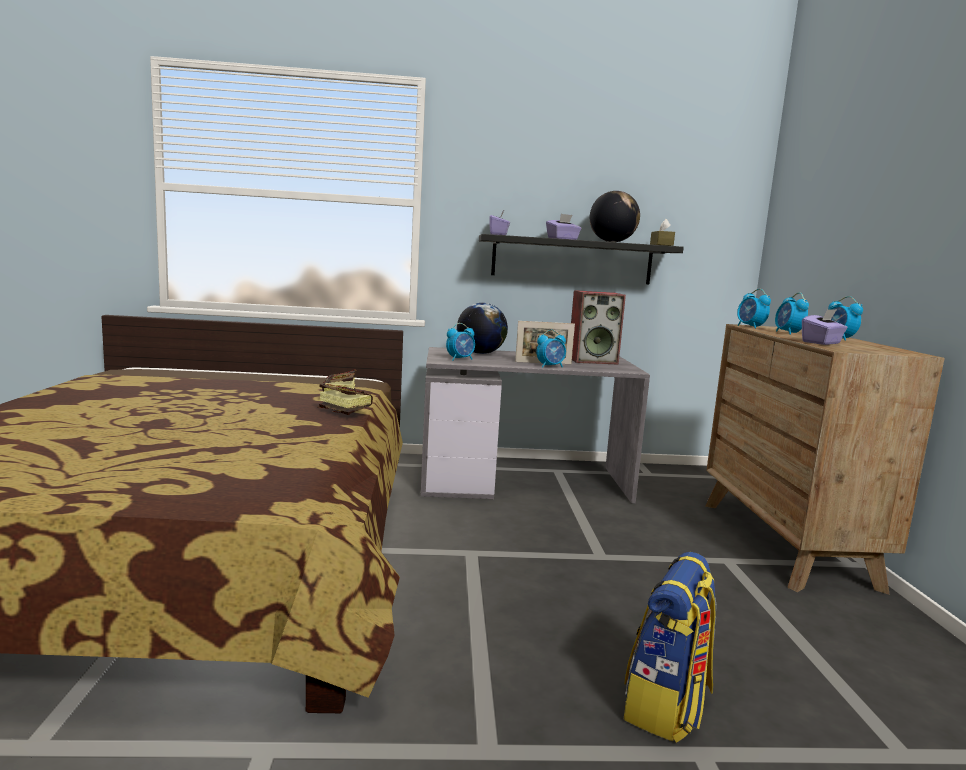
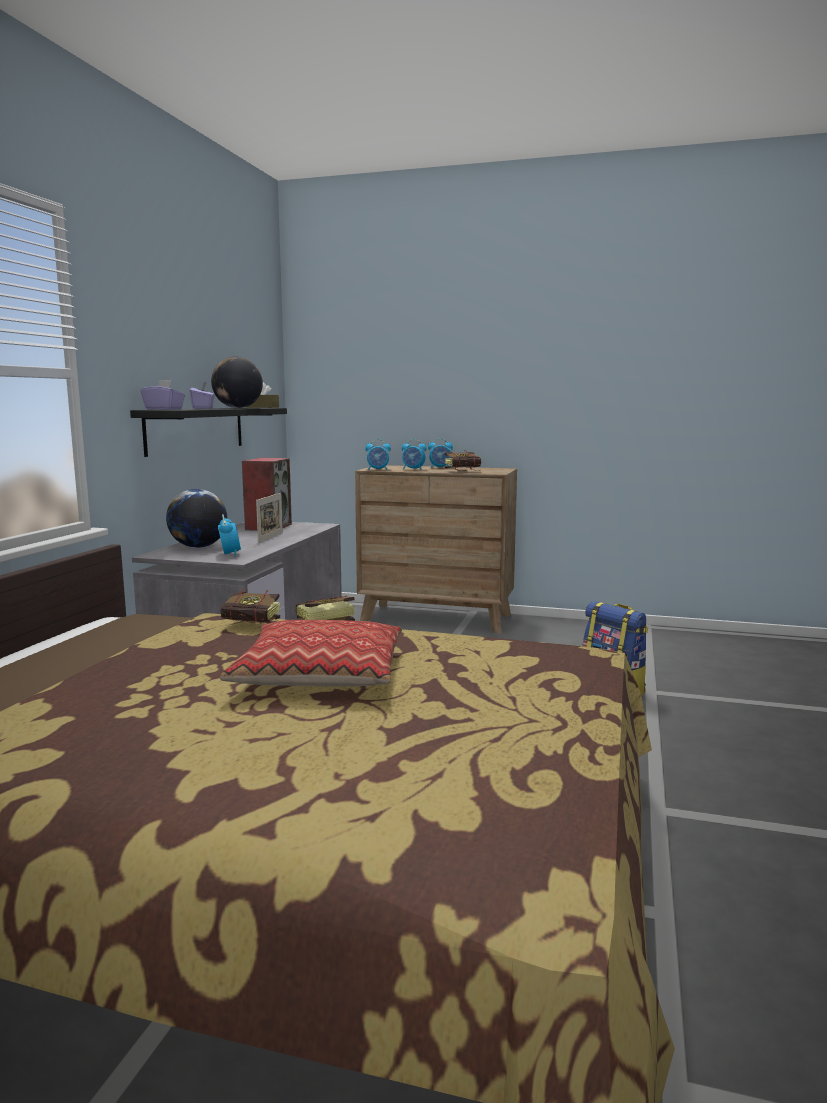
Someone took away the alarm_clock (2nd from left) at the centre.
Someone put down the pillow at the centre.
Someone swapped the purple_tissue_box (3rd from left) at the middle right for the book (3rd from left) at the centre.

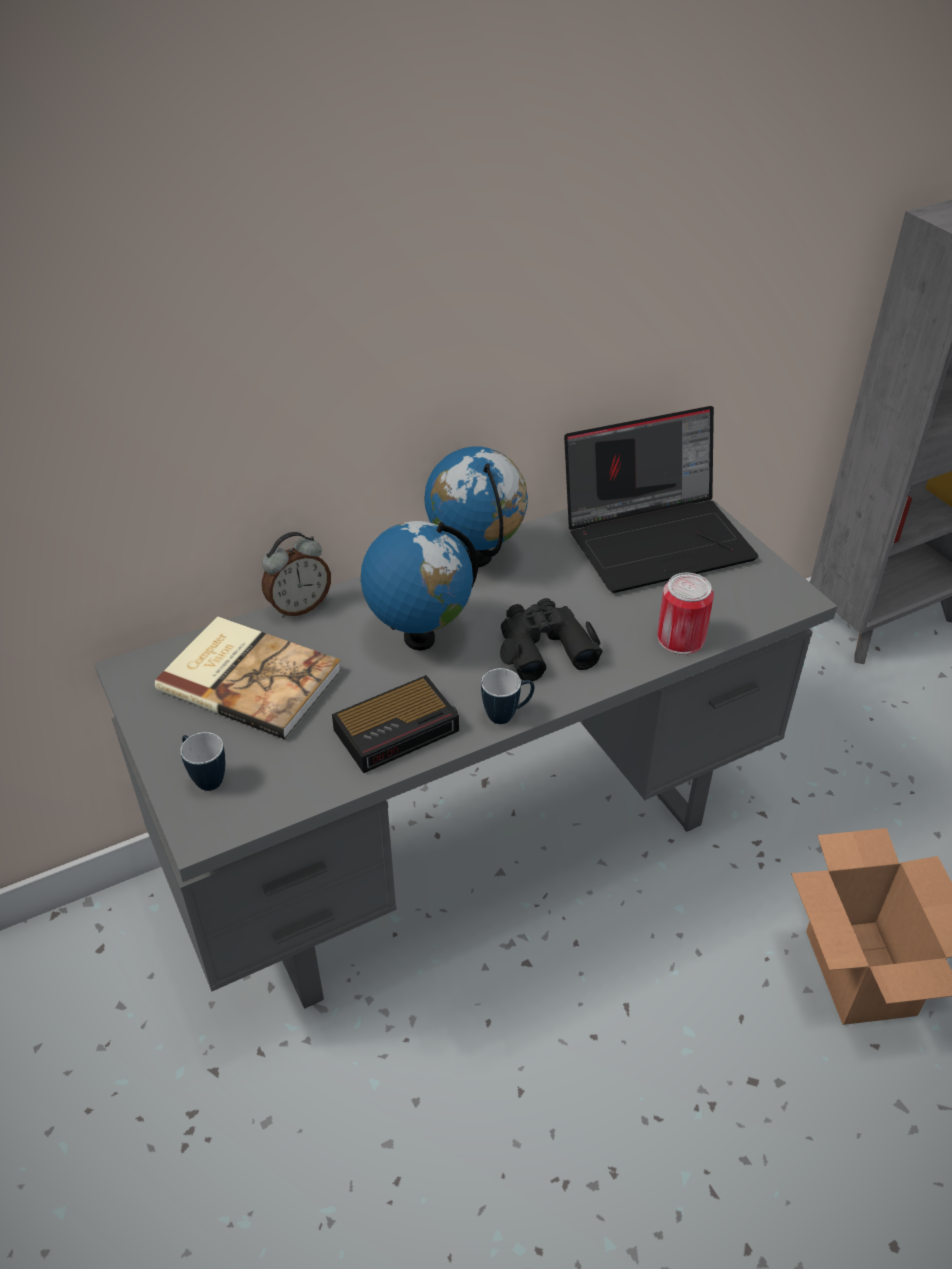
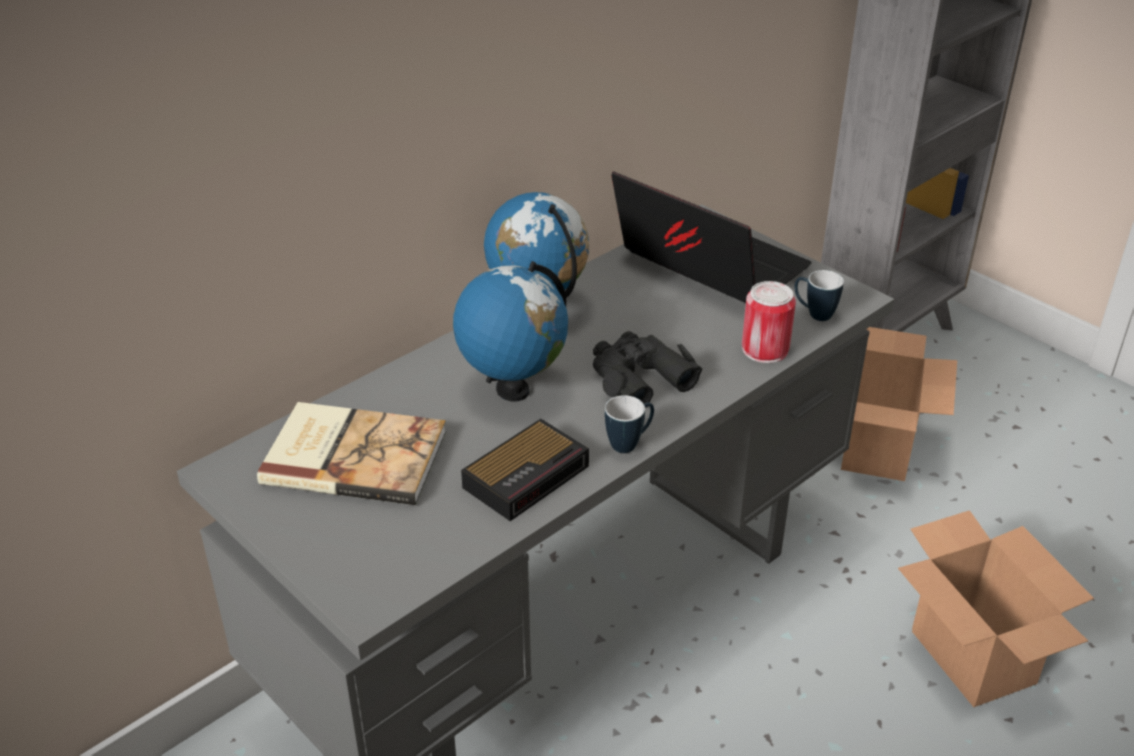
Someone took away the alarm_clock (1st from left) at the middle left.
Someone put down the cardboard_box (1st from left) at the middle right.
Someone carried the mug (1st from left in the first image) from the middle left to the middle right.
Someone rotated the laptop at the middle right by 105 degrees counterclockwise.

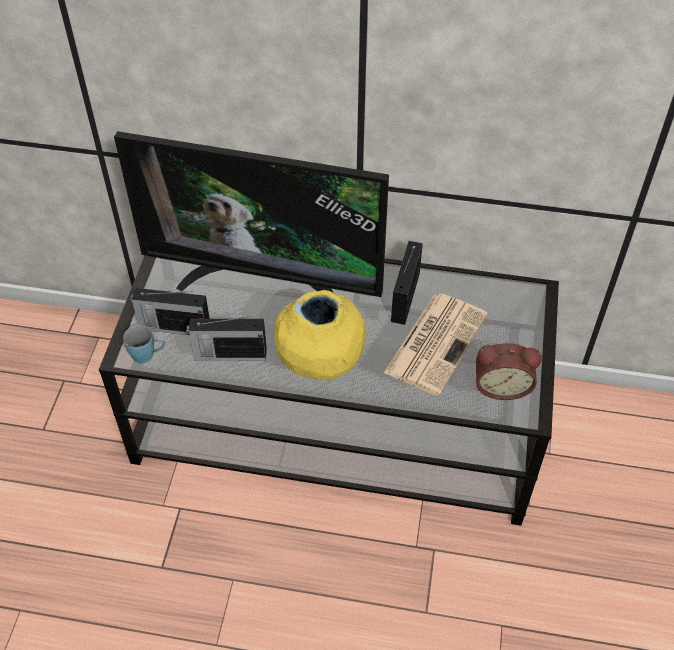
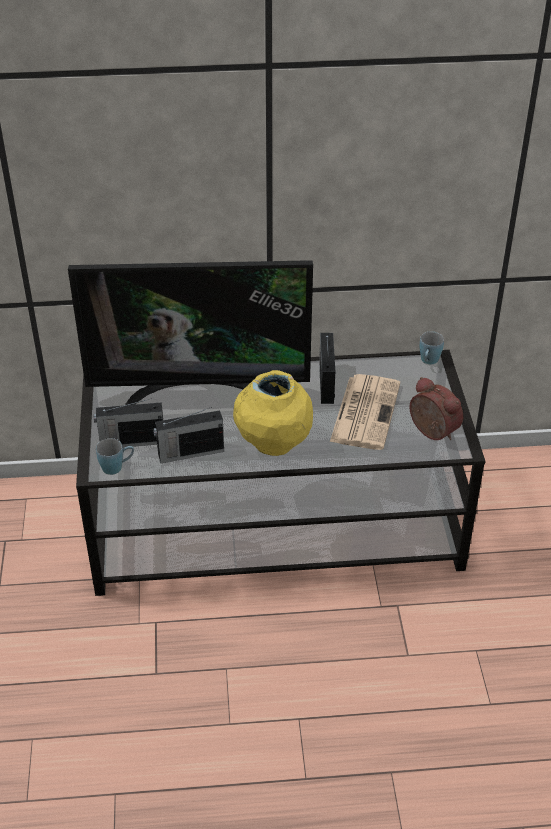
Someone put down the blue_mug (2nd from left) at the middle right.
Someone rotated the alarm_clock at the middle right by 120 degrees counterclockwise.

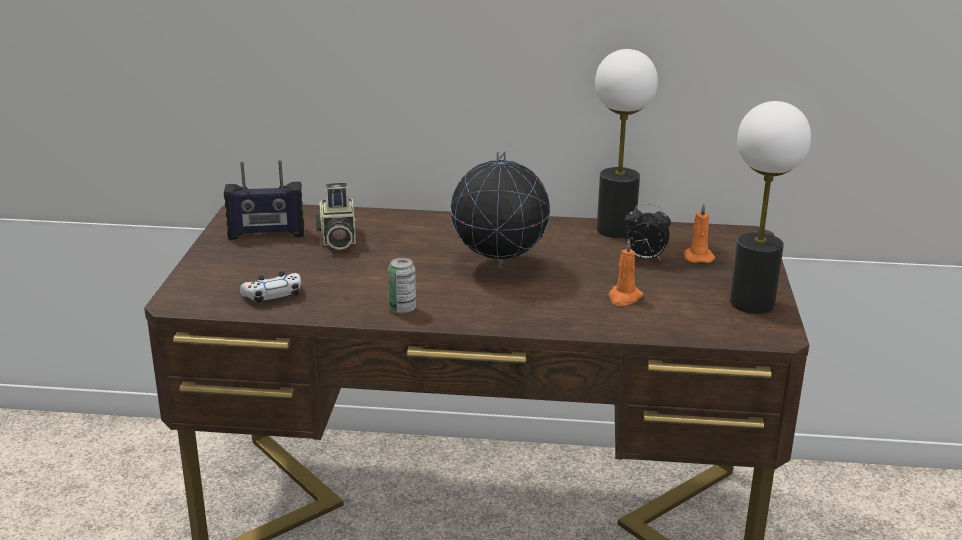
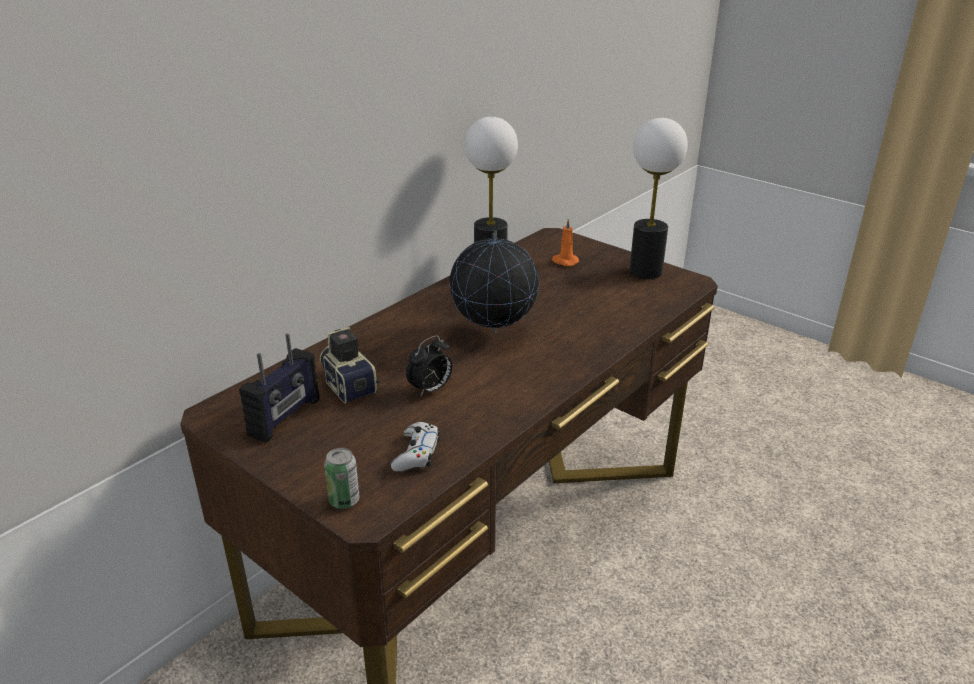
Someone took away the orange_candle (1st from left) at the centre.
Someone carried the can from the centre to the bottom centre.
Someone carried the alarm_clock from the middle right to the centre.
Someone rotated the photo_camera at the centre by 150 degrees counterclockwise.

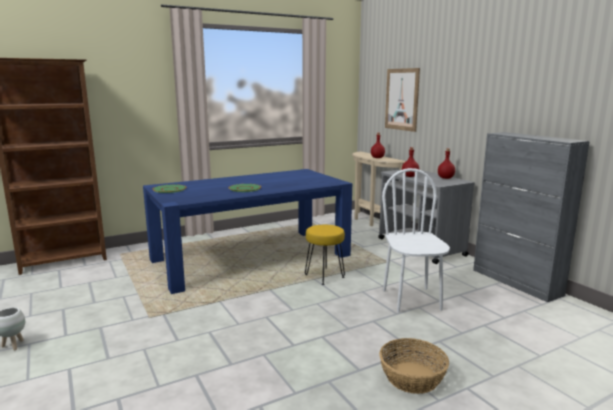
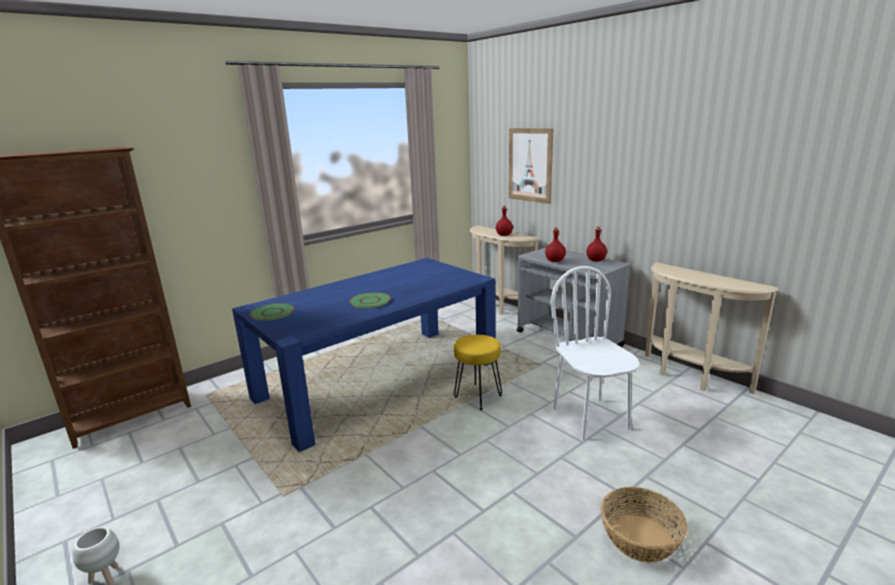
Someone swapped the grey_cabinet at the middle right for the beige_console_table (2nd from left) at the middle right.

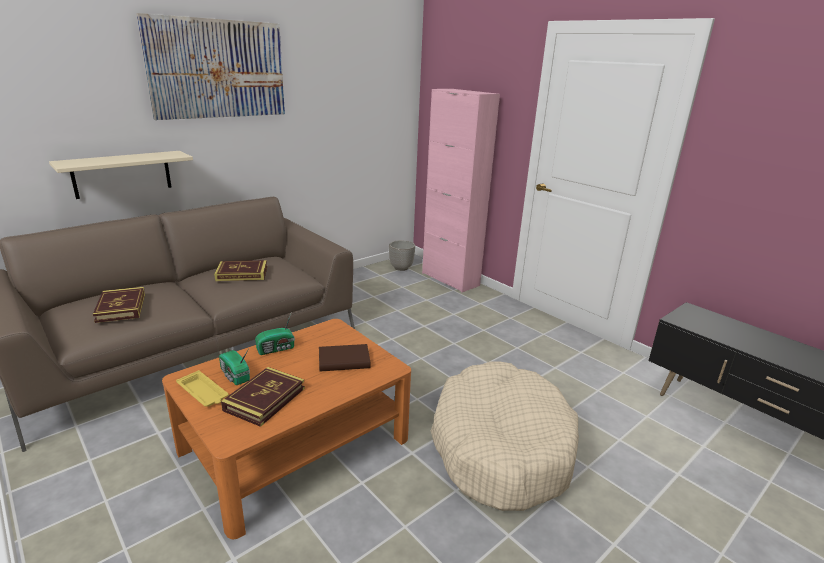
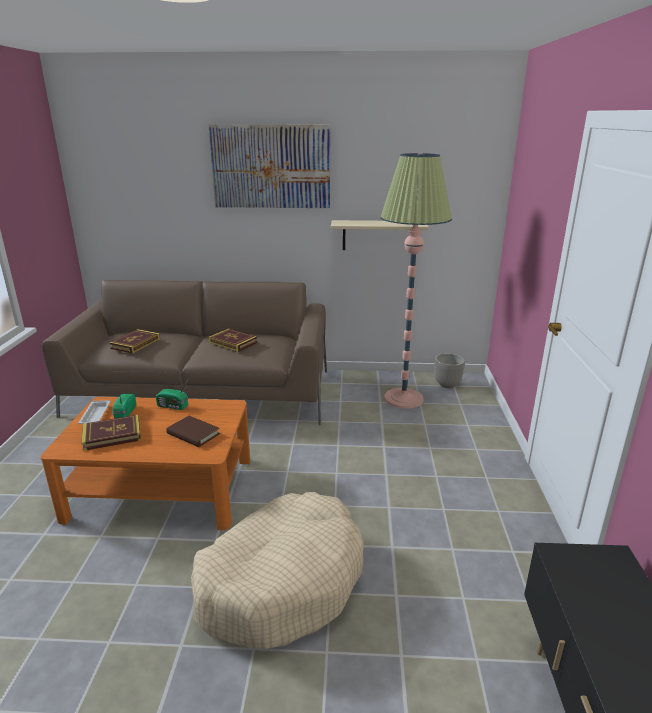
Someone took away the pink_cabinet at the centre.
Someone put down the floor_lamp at the centre.
Someone carried the beige_shelf from the top left to the top centre.
Someone repainted the yellow_tray at the bottom left, which became the white_tray at the middle left.

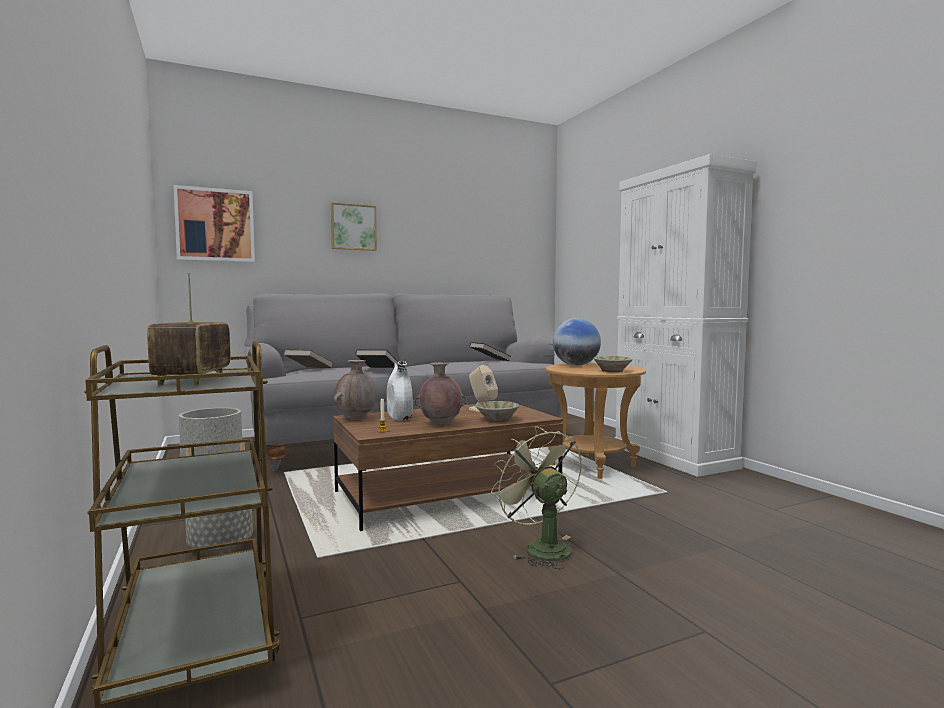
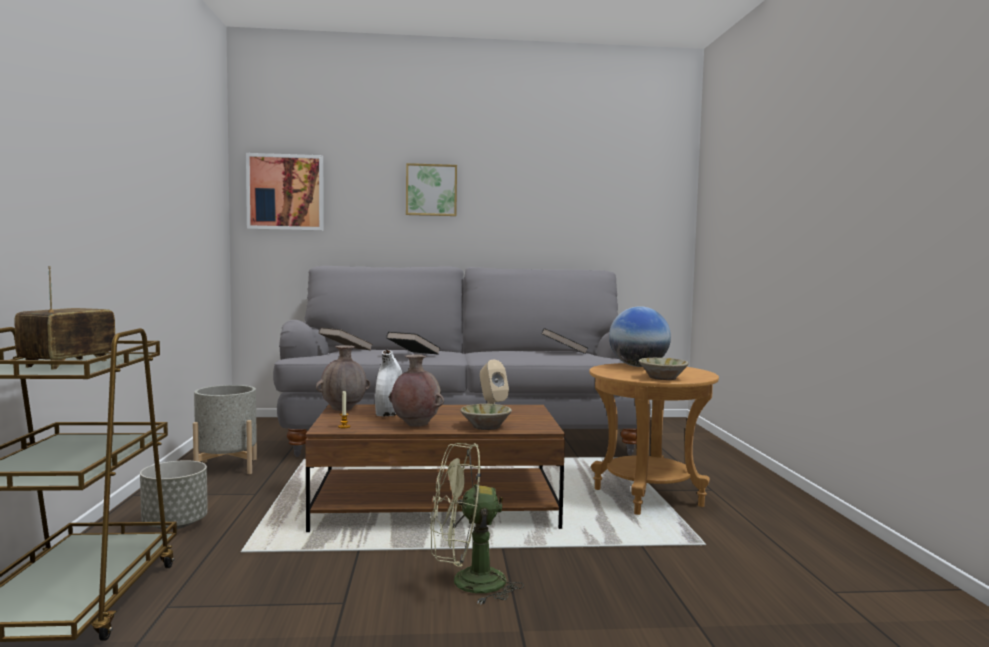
Someone took away the white_cabinet at the middle right.
Someone rotated the green_fan at the bottom centre by 90 degrees counterclockwise.

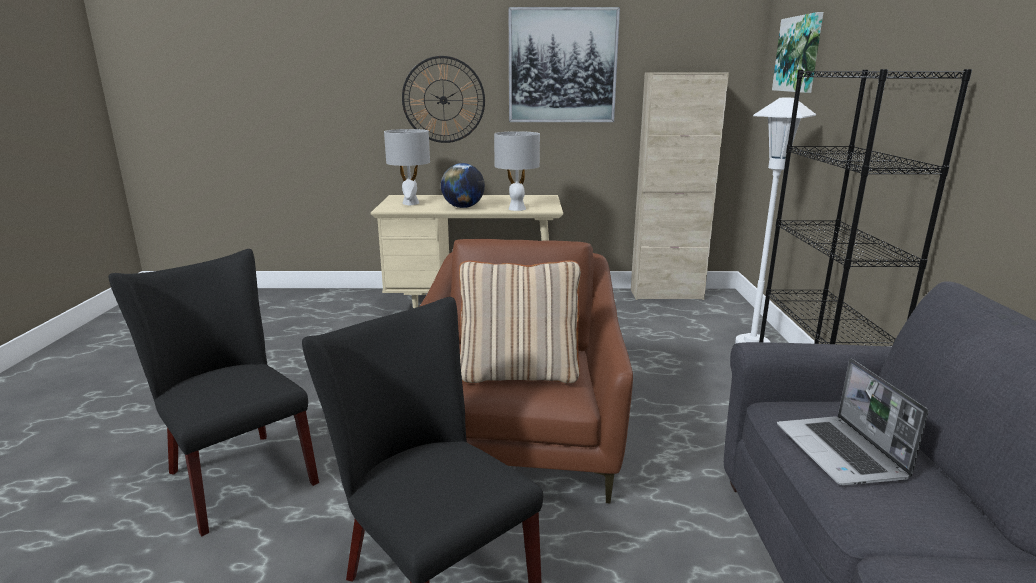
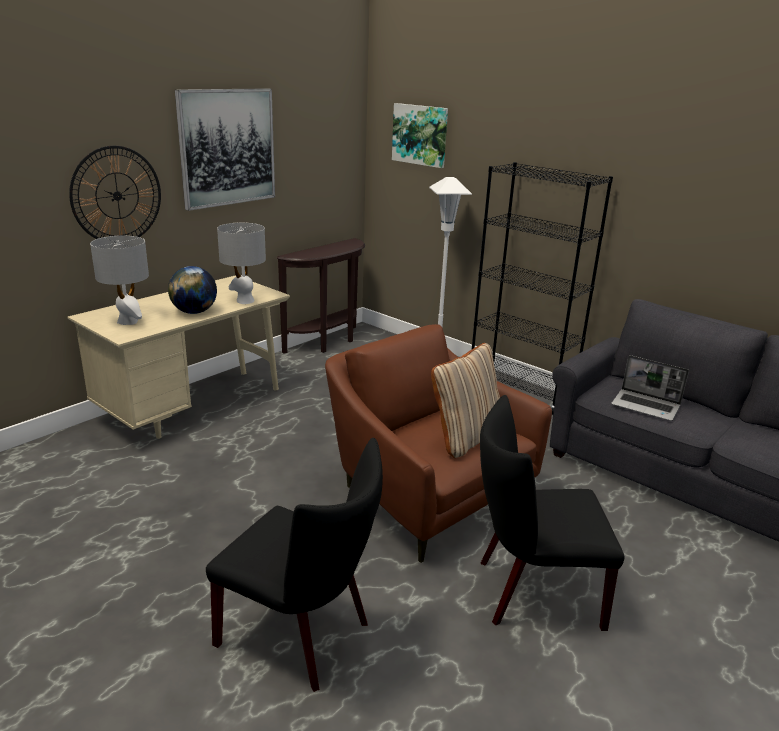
Someone swapped the beige_cabinet at the top centre for the brown_console_table at the centre.
Someone rotated the black_chair (1st from left) at the bottom left by 150 degrees counterclockwise.

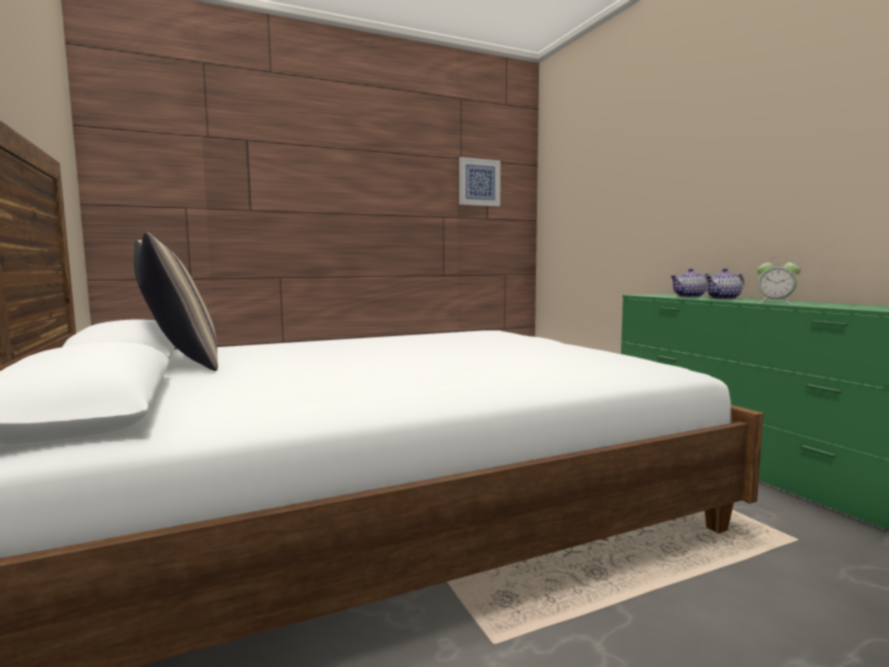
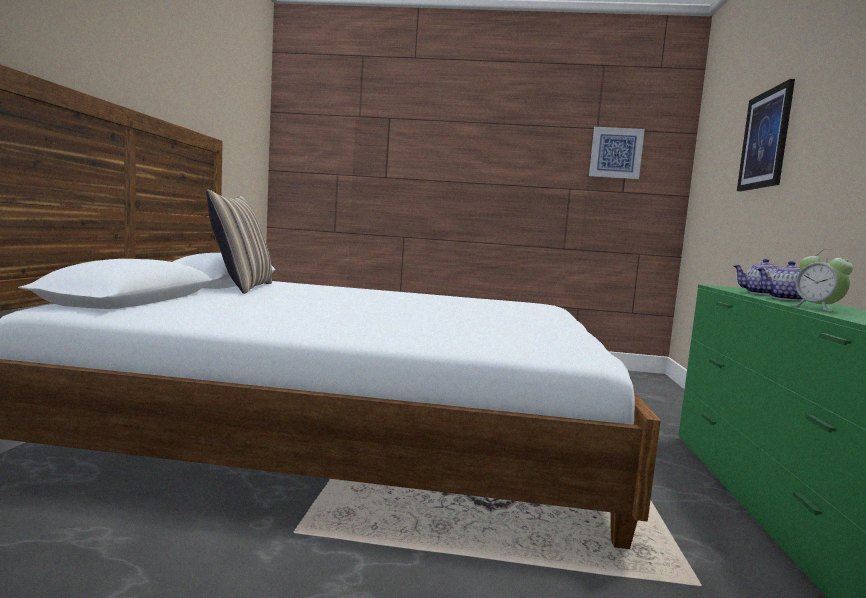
Someone put up the picture (2nd from left) at the top right.

